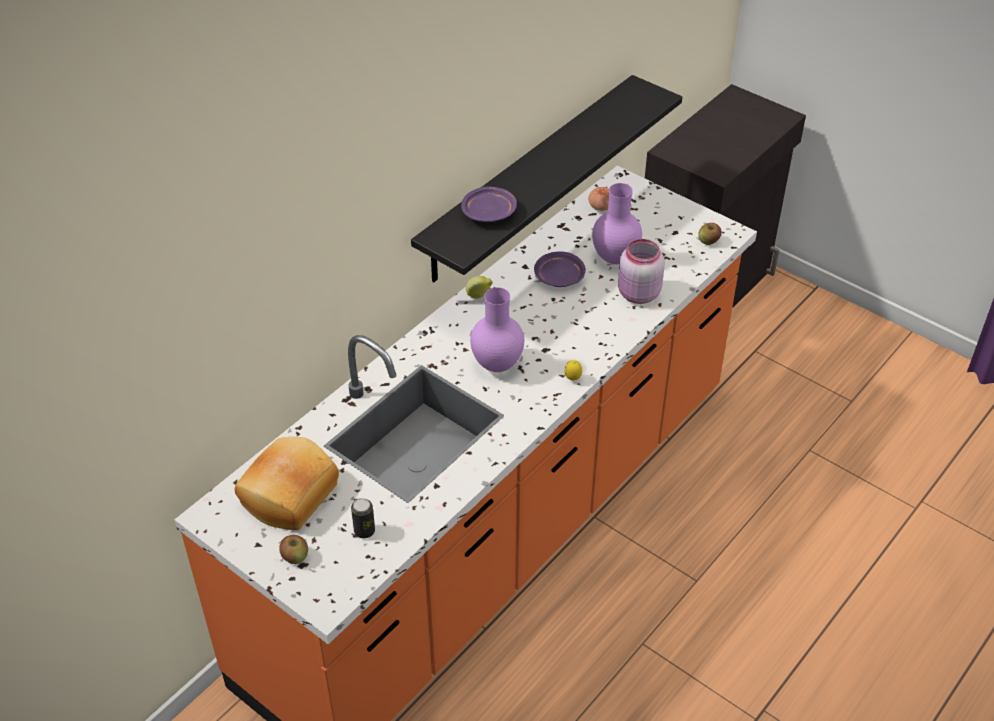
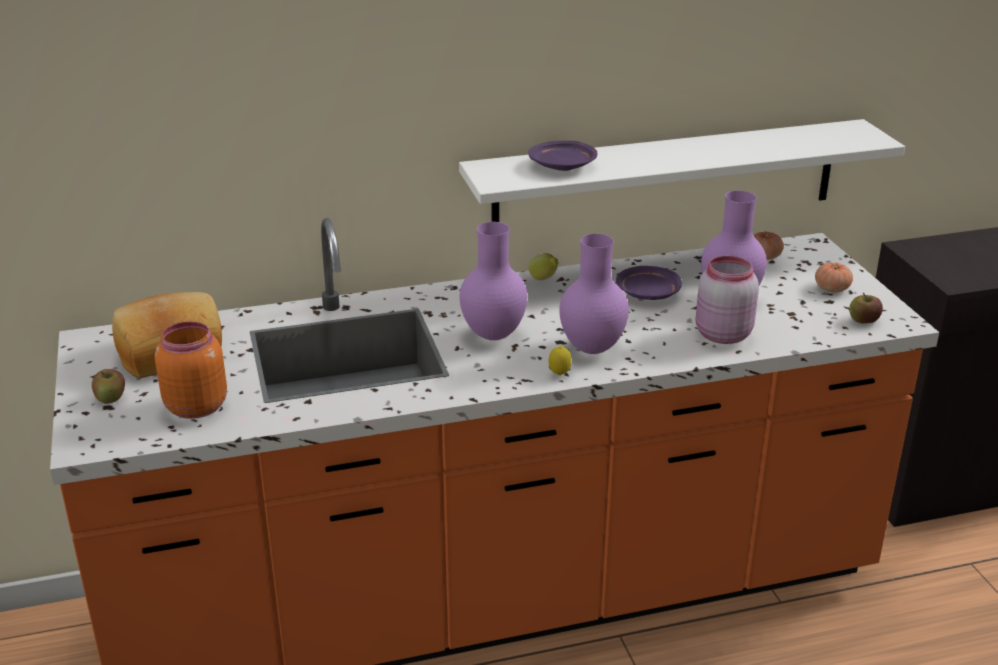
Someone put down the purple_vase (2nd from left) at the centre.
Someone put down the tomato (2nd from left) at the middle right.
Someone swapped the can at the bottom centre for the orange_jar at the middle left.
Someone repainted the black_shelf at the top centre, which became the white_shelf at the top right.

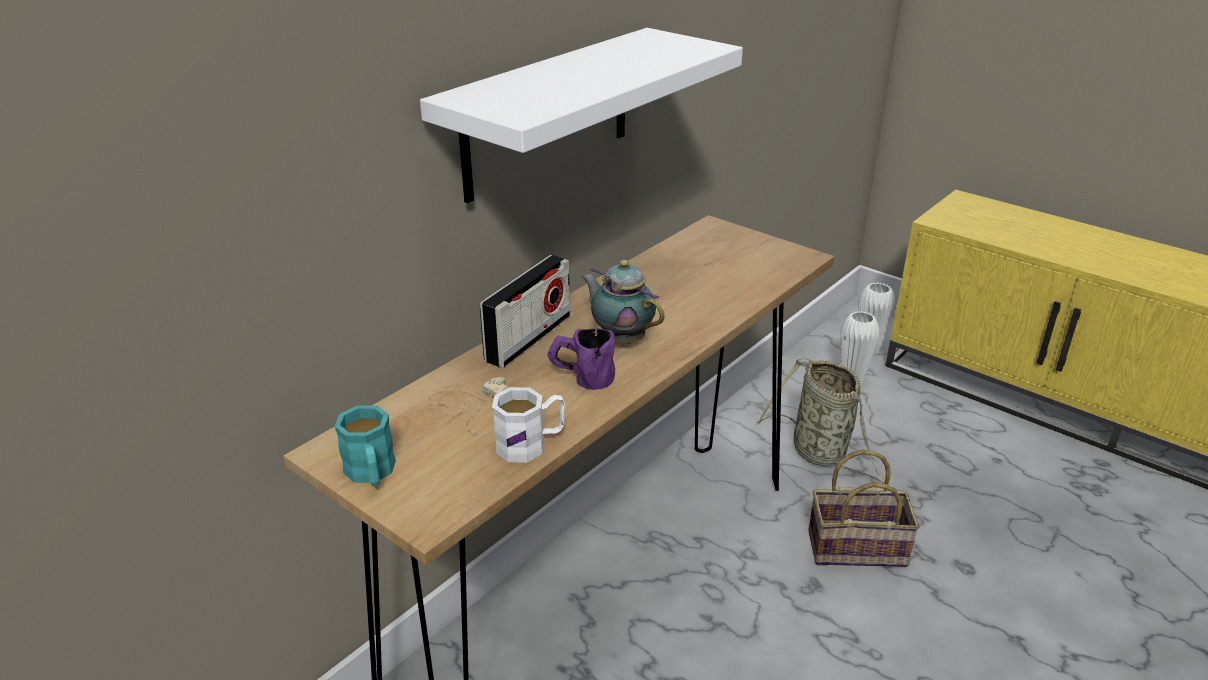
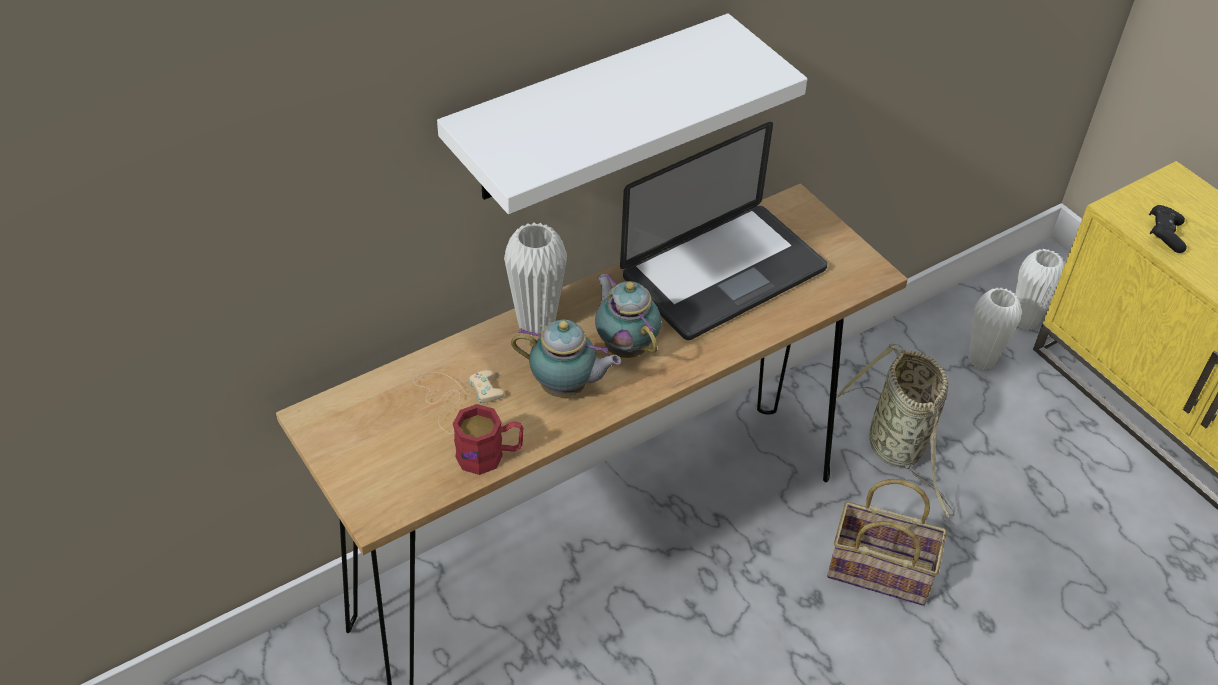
Someone took away the turquoise_mug at the middle left.
Someone put down the laptop at the centre.
Someone put down the black_game_controller at the middle right.
Someone swapped the radio at the centre for the white_vase (1st from left) at the centre.
Someone swapped the purple_mug at the centre for the teapot (1st from left) at the centre.
Someone repainted the white_mug at the centre, which became the red_mug at the centre.

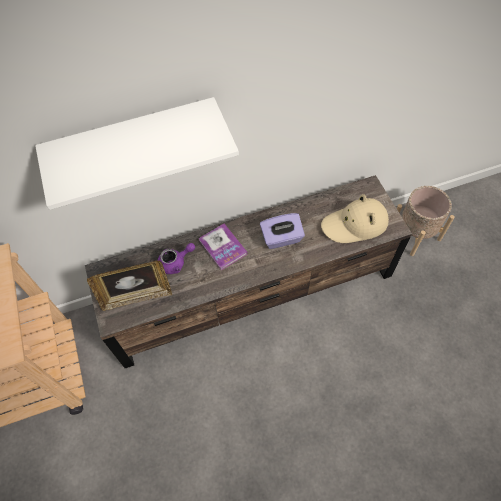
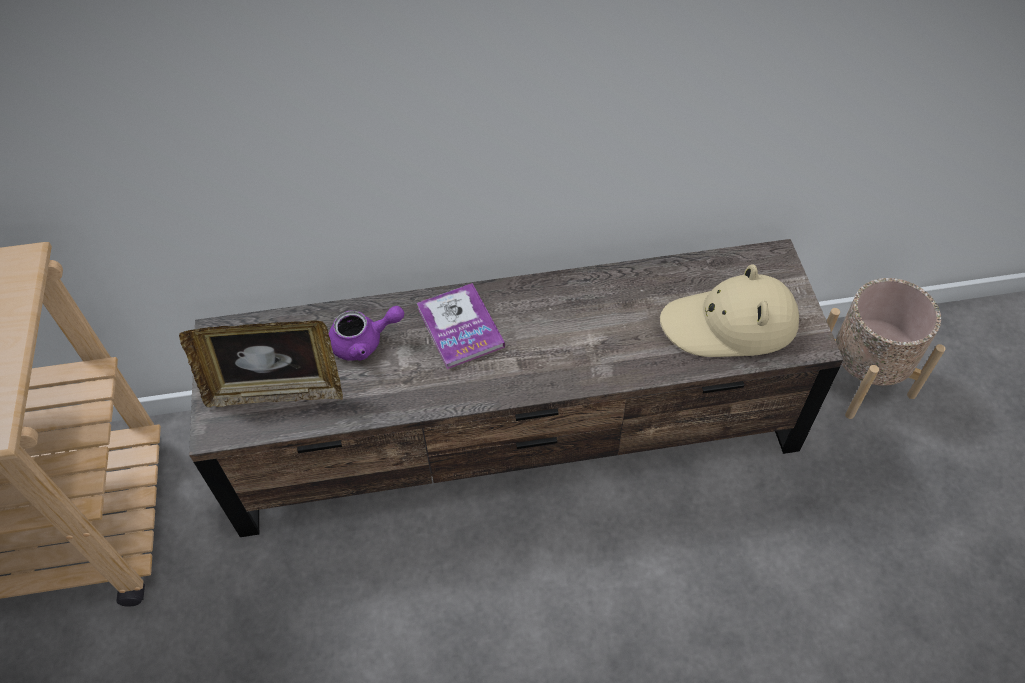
Someone took away the white_shelf at the top left.
Someone took away the purple_tissue_box at the centre.

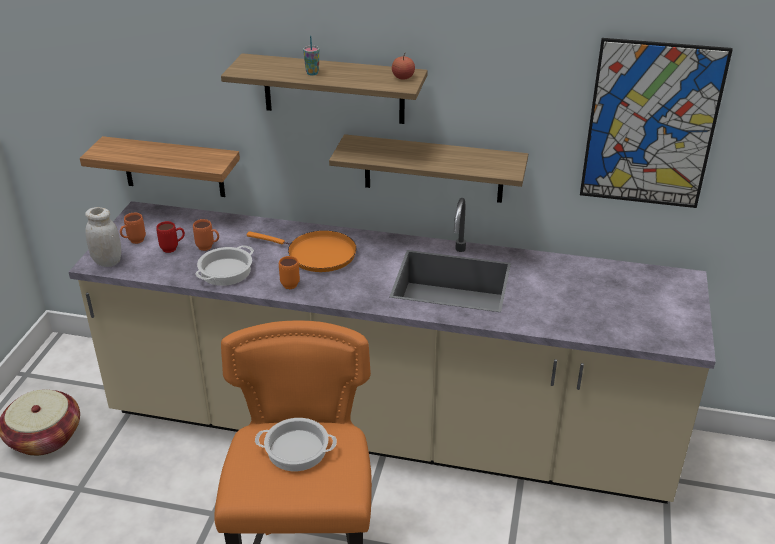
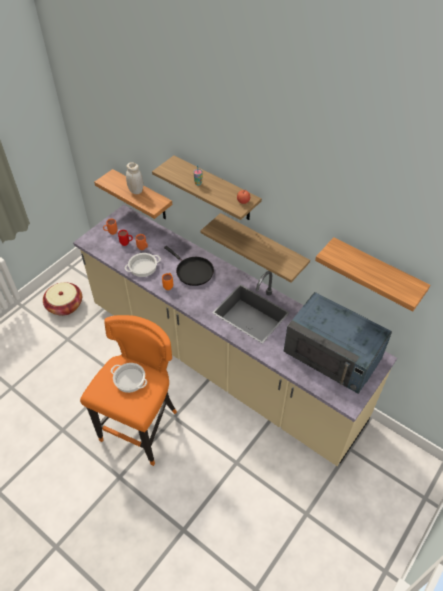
Someone put down the blue_microwave at the middle right.
Someone carried the white_jar from the middle left to the top left.
Someone swapped the picture at the top right for the shelf (4th from left) at the middle right.
Someone repainted the orange_frying_pan at the centre, which became the black_frying_pan at the centre.

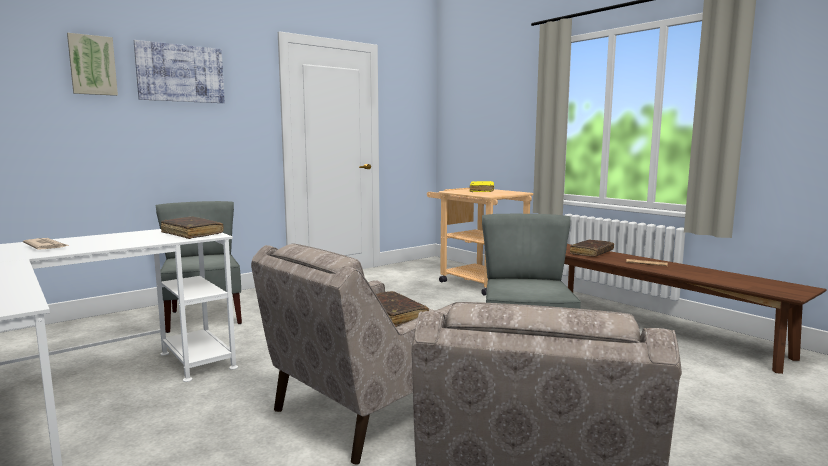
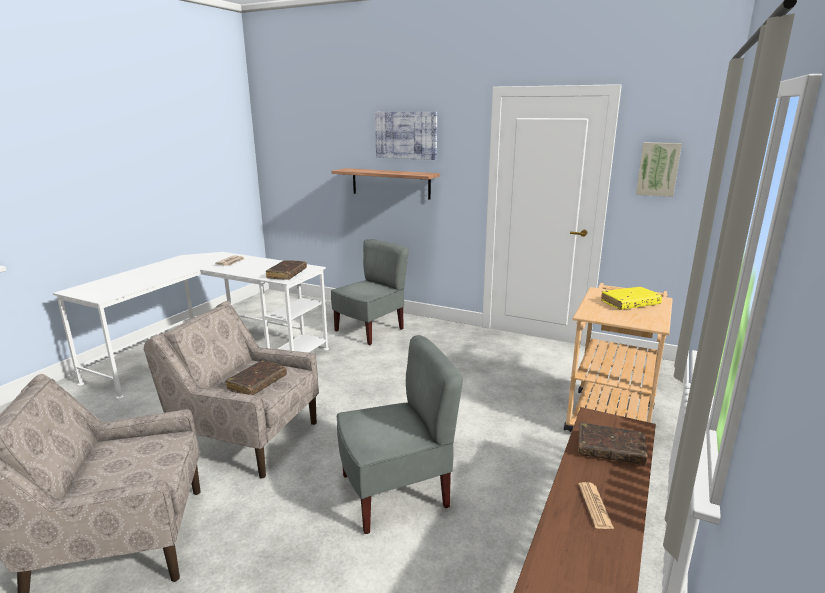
Someone put up the shelf at the top centre.
Someone carried the picture (1st from left in the first image) from the top left to the top right.

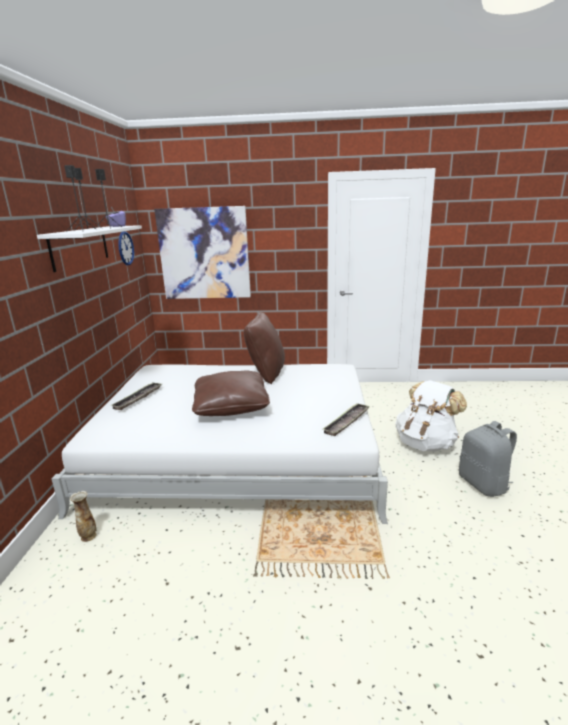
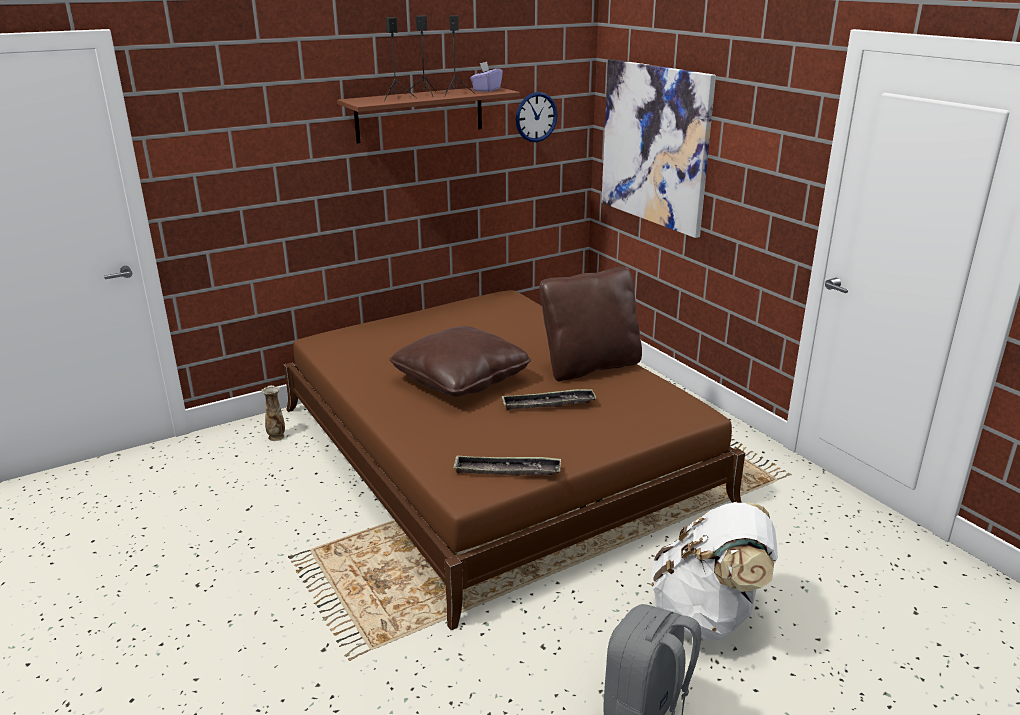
Someone carried the tray (1st from left in the first image) from the middle left to the centre.
Someone repainted the white_shelf at the middle left, which became the brown_shelf at the top centre.
Someone repainted the white_bed at the centre, which became the brown_bed at the centre.

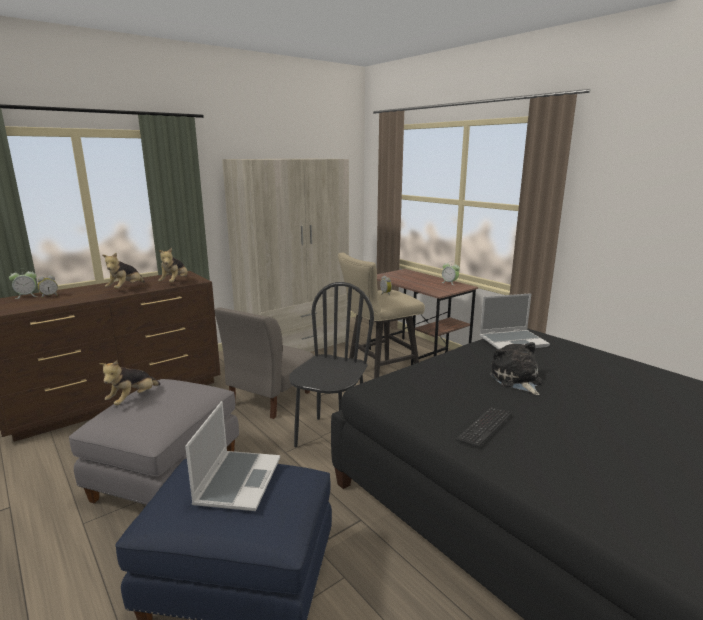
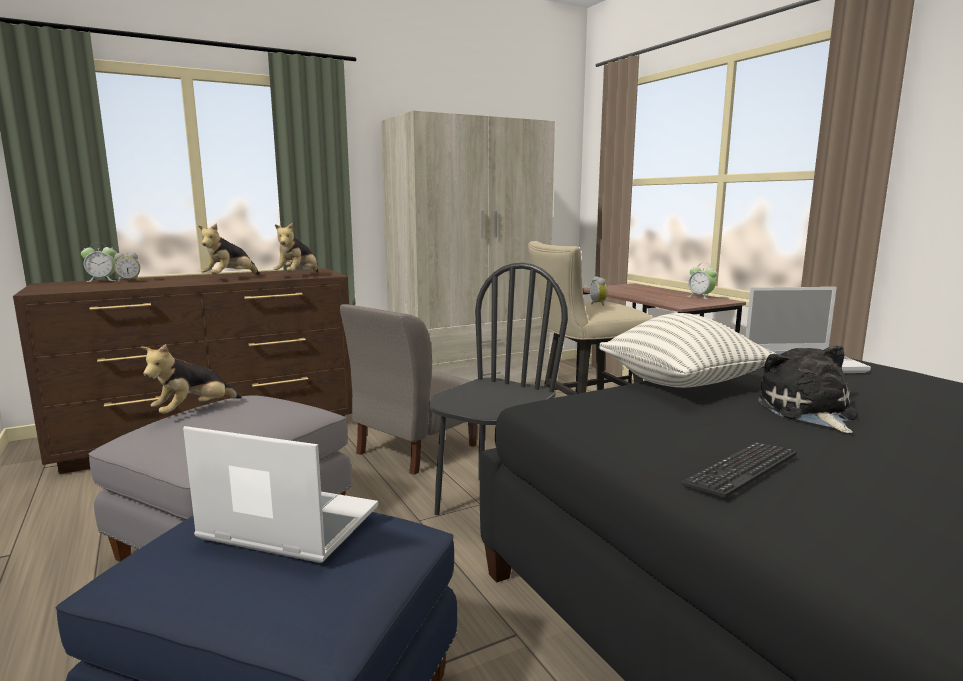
Someone put down the pillow at the middle right.
Someone rotated the laptop (1st from left) at the bottom left by 90 degrees counterclockwise.

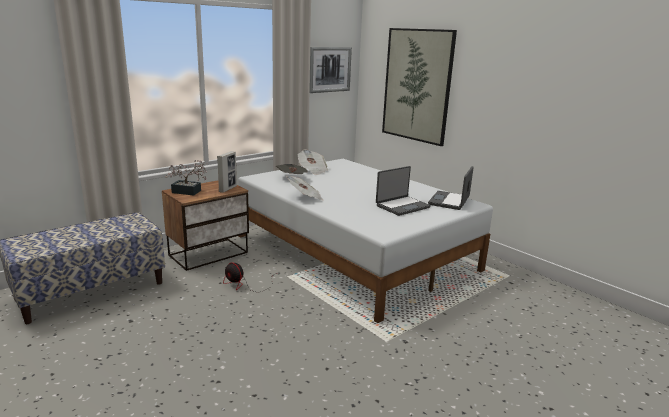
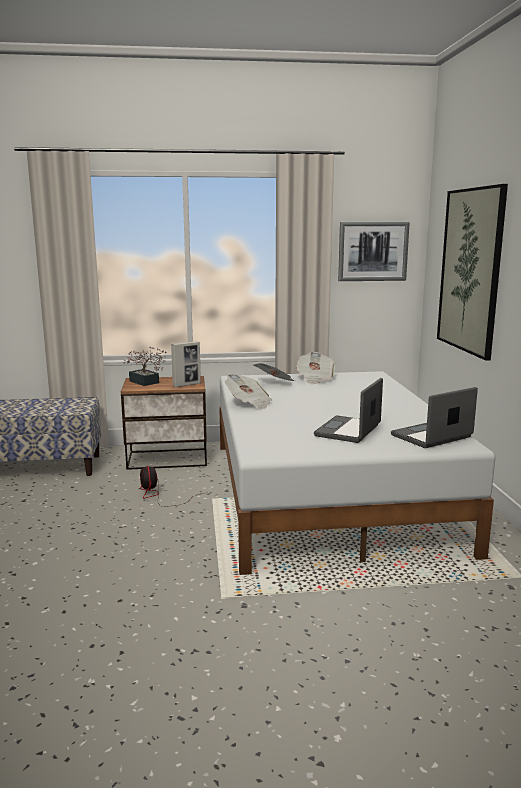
Someone rotated the laptop (1st from left) at the centre by 120 degrees clockwise.

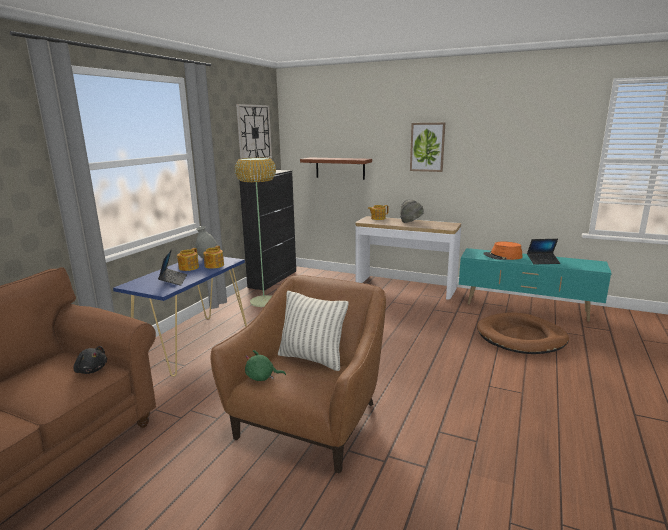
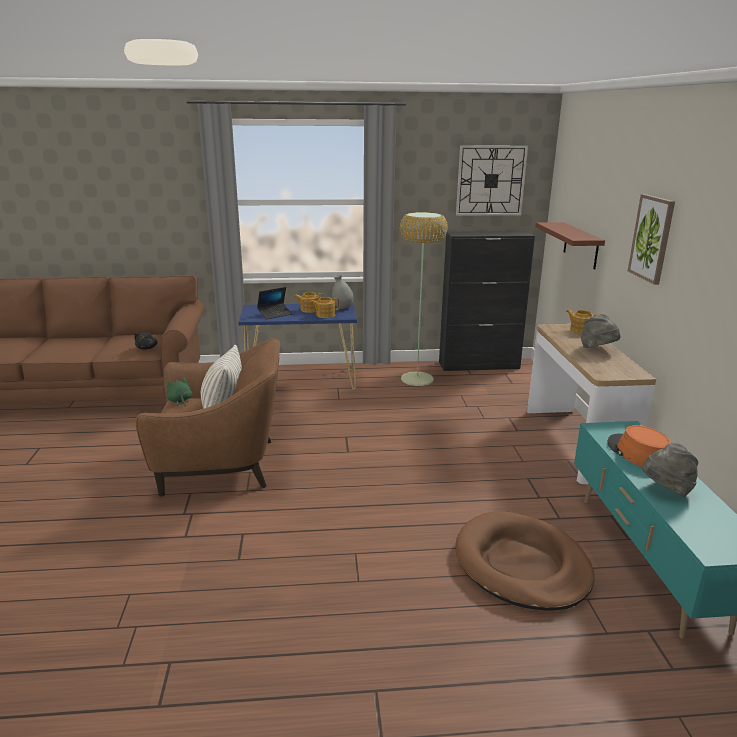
Someone swapped the laptop (2nd from left) at the middle right for the grey_hat (2nd from left) at the middle right.

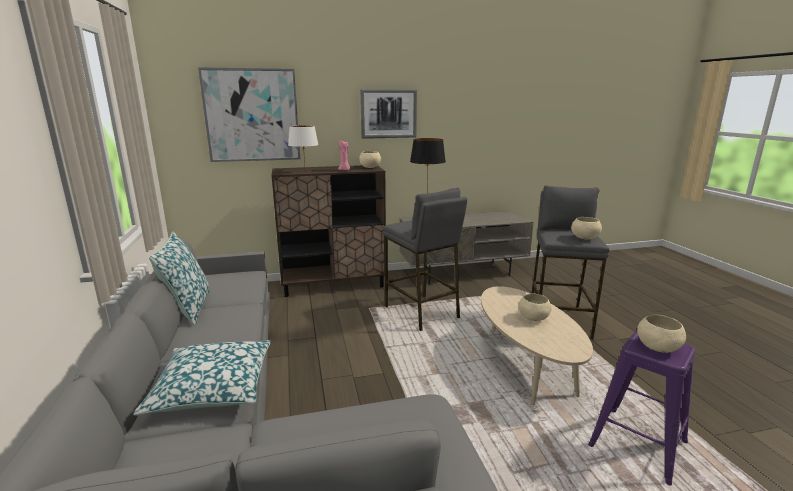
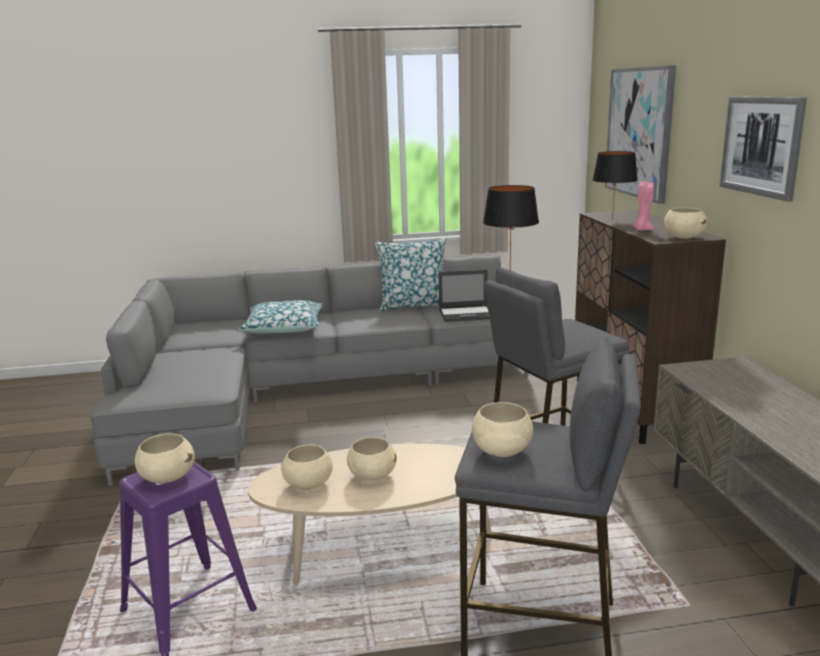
Someone put down the beige_bowl (2nd from left) at the bottom centre.
Someone put down the laptop at the centre.
Someone repainted the white_table_lamp at the top centre, which became the black_table_lamp (2nd from left) at the top right.

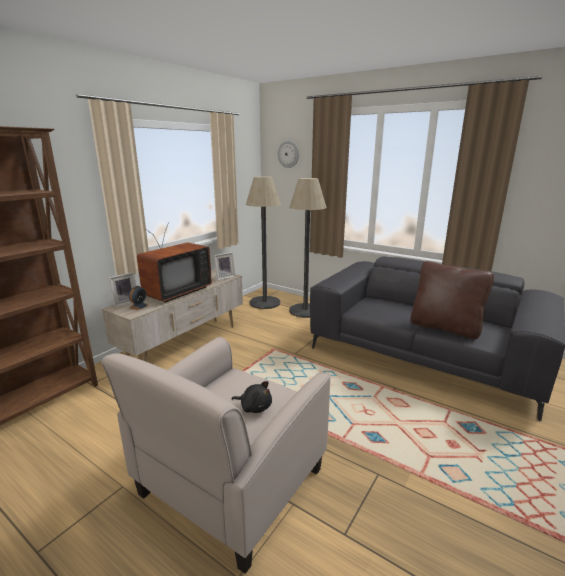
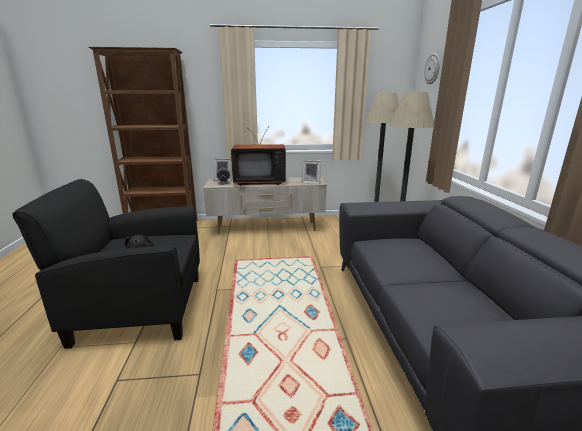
Someone took away the brown_pillow at the middle right.
Someone repainted the beige_armchair at the bottom centre, which became the black_armchair at the middle left.

